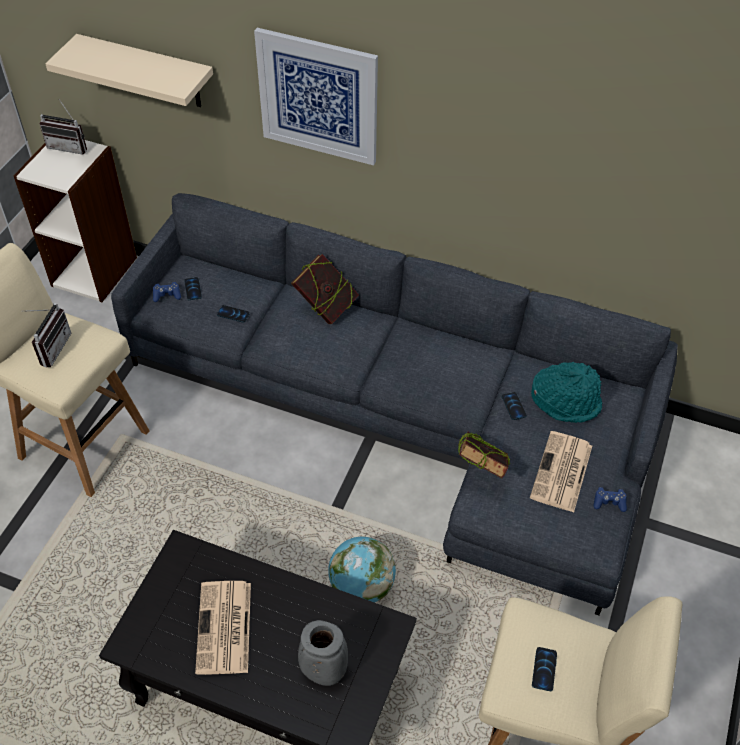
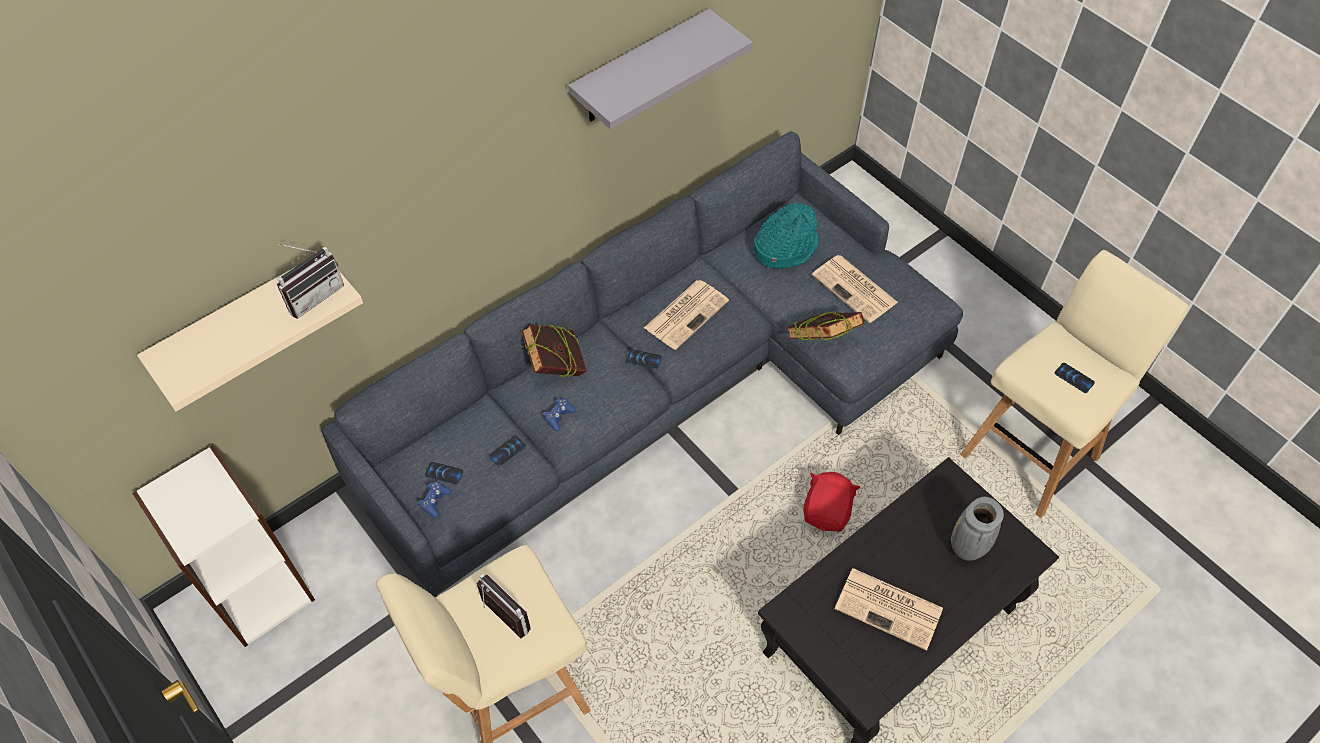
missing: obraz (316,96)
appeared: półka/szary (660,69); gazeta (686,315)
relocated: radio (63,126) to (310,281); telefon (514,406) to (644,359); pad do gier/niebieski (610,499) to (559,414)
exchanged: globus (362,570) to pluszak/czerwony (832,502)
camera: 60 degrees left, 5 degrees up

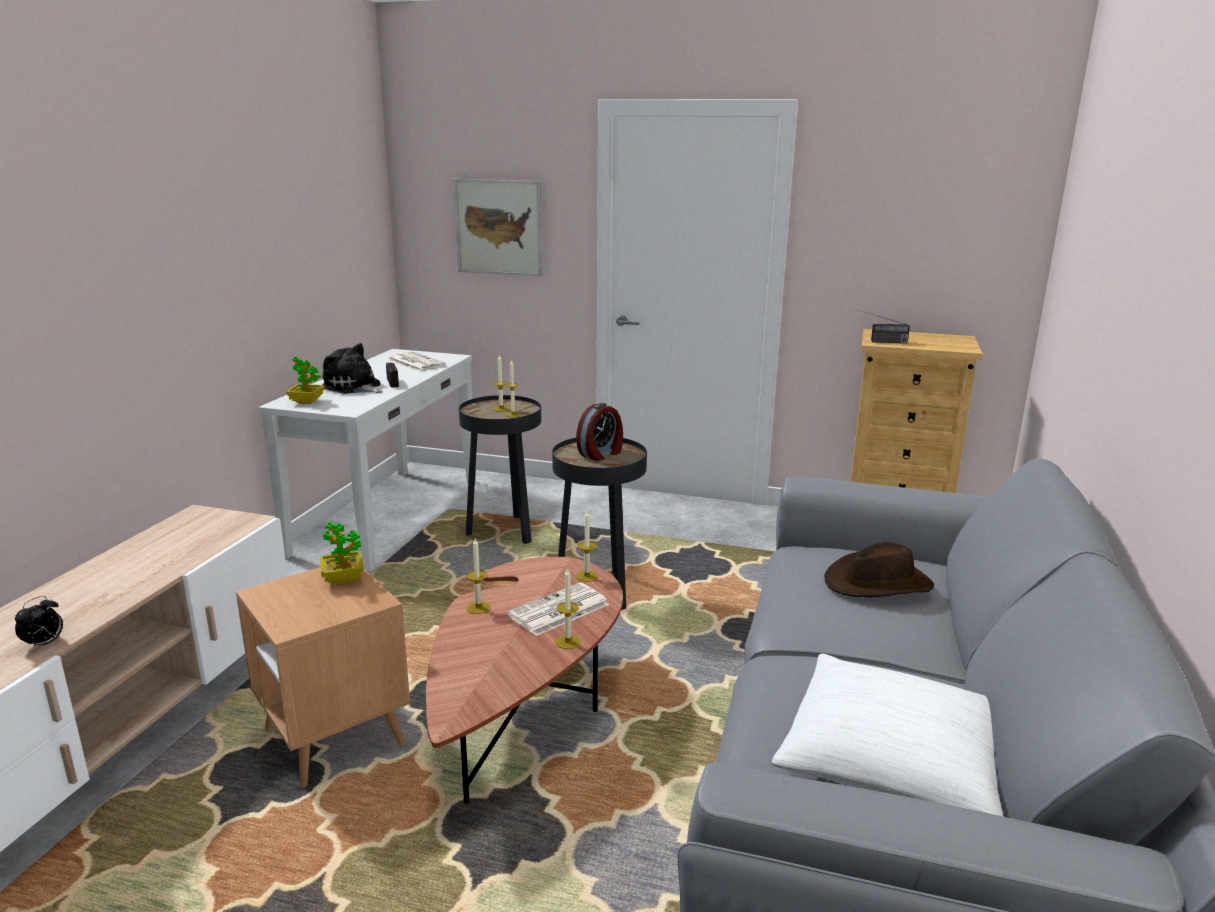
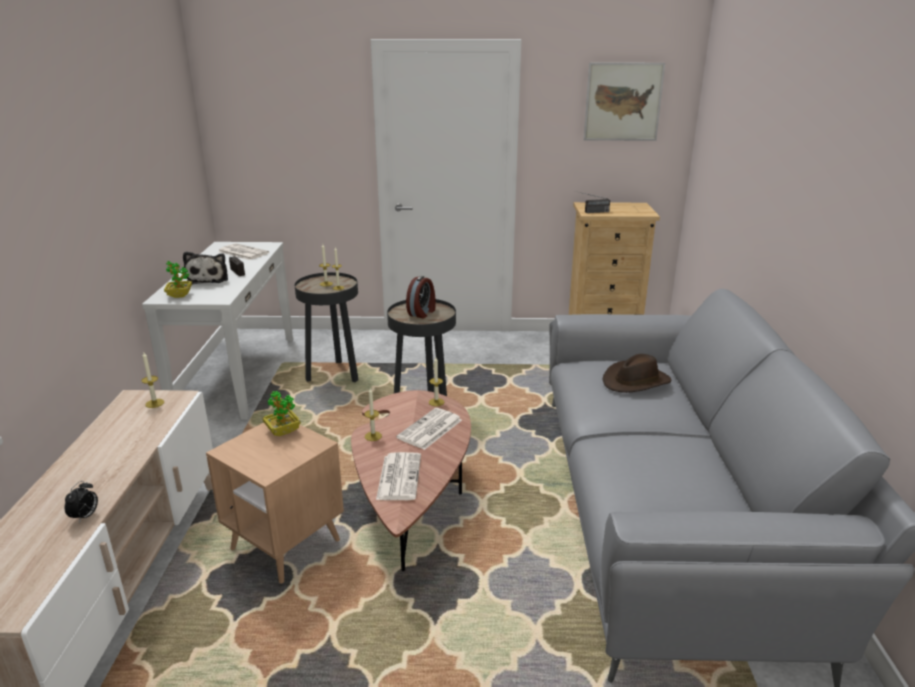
missing: poduszka/biały (887,735)
appeared: gazeta (398,476)
relocated: obraz (498,227) to (624,101); świeca (568,608) to (152,380)
spun: pluszak (352,368) = (205,267) 120 degrees counterclockwise
camera: 15 degrees left, 5 degrees up

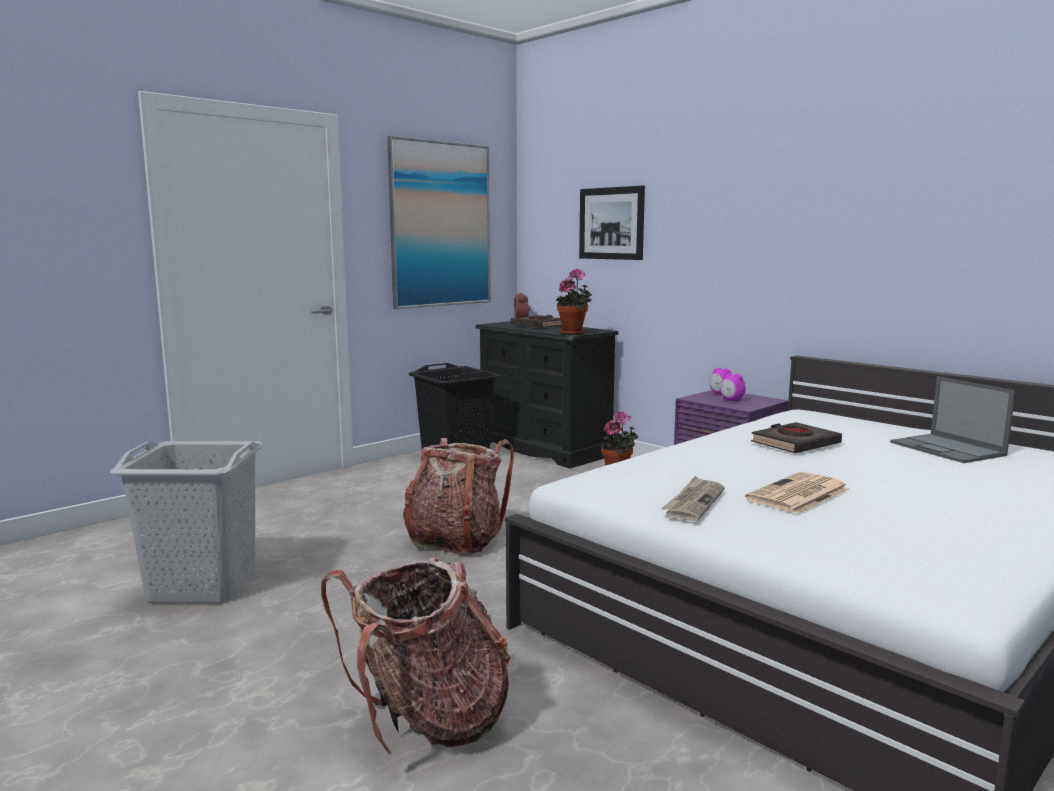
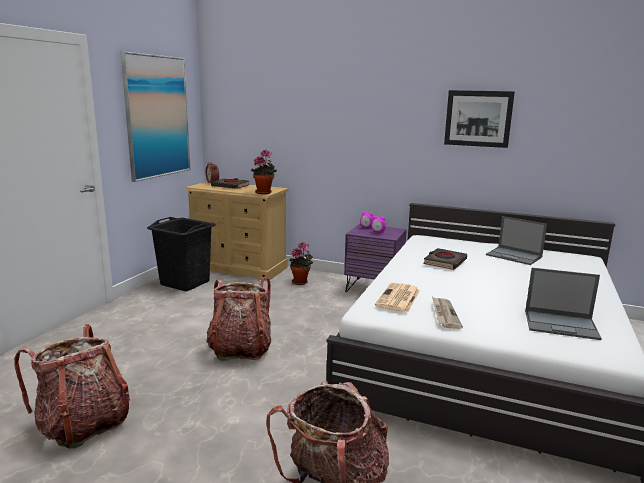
appeared: laptop (563,304)
relocated: obraz (612,222) to (479,119); gazeta (797,493) to (397,297)
exchanged: kosz na pranie/szary (187,521) to plecak (72,386)
colour: komoda/czarny (547,394) to komoda/beżowy (236,231)
camera: 25 degrees left, 5 degrees up

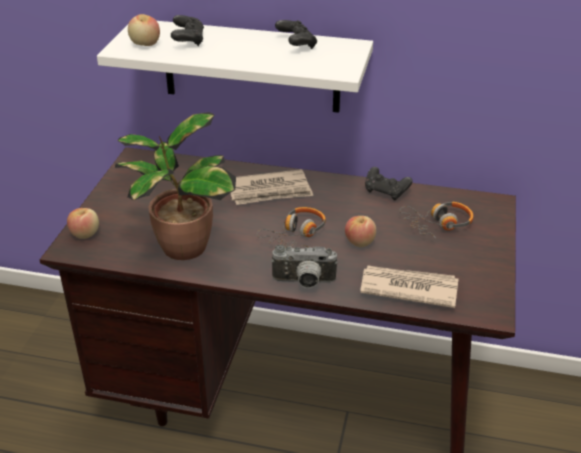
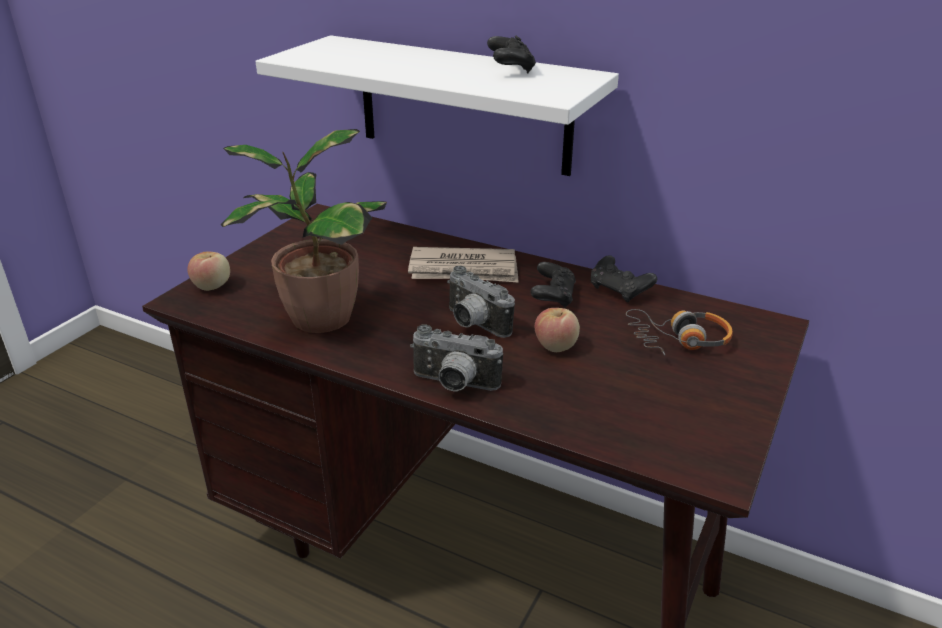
missing: jabłko (144,30); gazeta (409,286)
relocated: pad do gier/czarny (187,30) to (553,285)
exchanged: słuchawki (291,227) to aparat fotograficzny (481,301)
camera: 15 degrees right, 5 degrees down

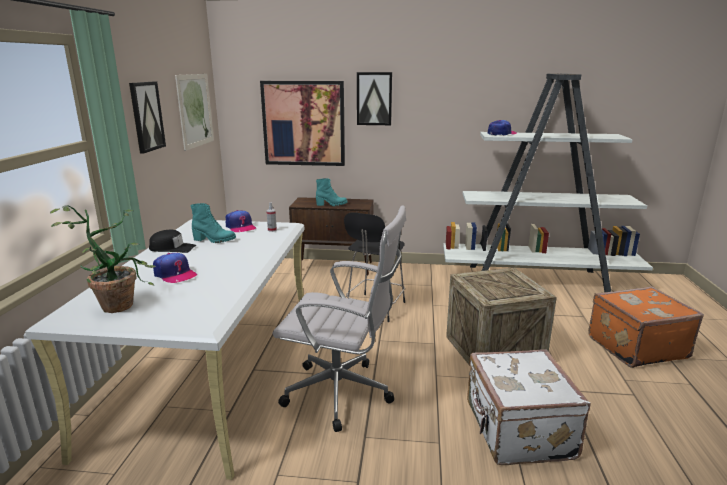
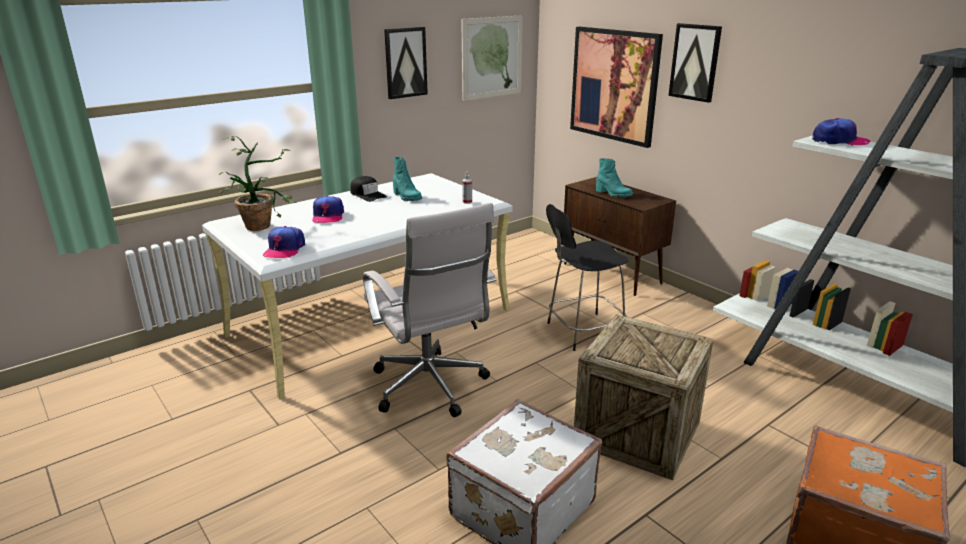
relocated: czapka z daszkiem (241,221) to (284,242)
camera: 45 degrees right, 5 degrees up

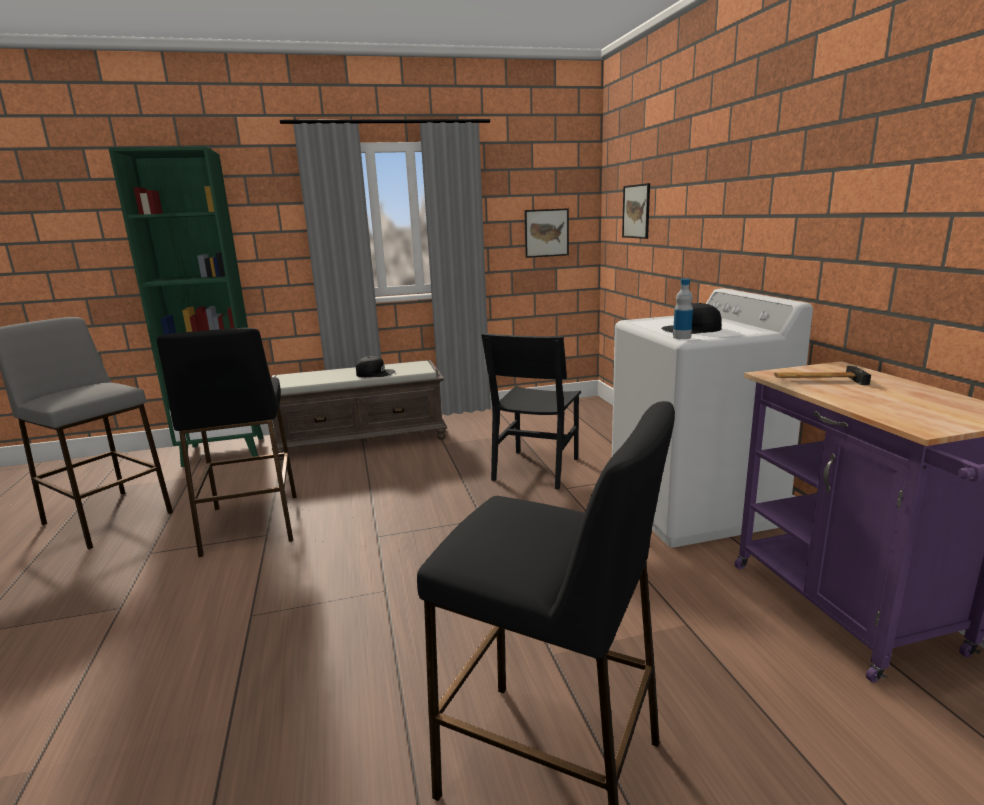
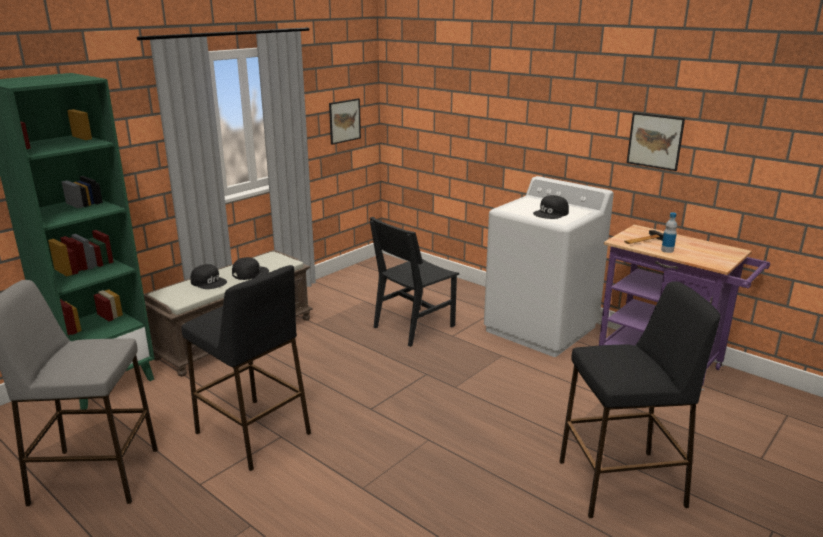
appeared: czapka z daszkiem/czarny (208,276)
relocated: obraz (636,211) to (656,141); butelka (683,309) to (669,232)
spun: krzesło/czarny (531,411) = (414,282) 60 degrees clockwise
camera: 35 degrees left, 5 degrees up

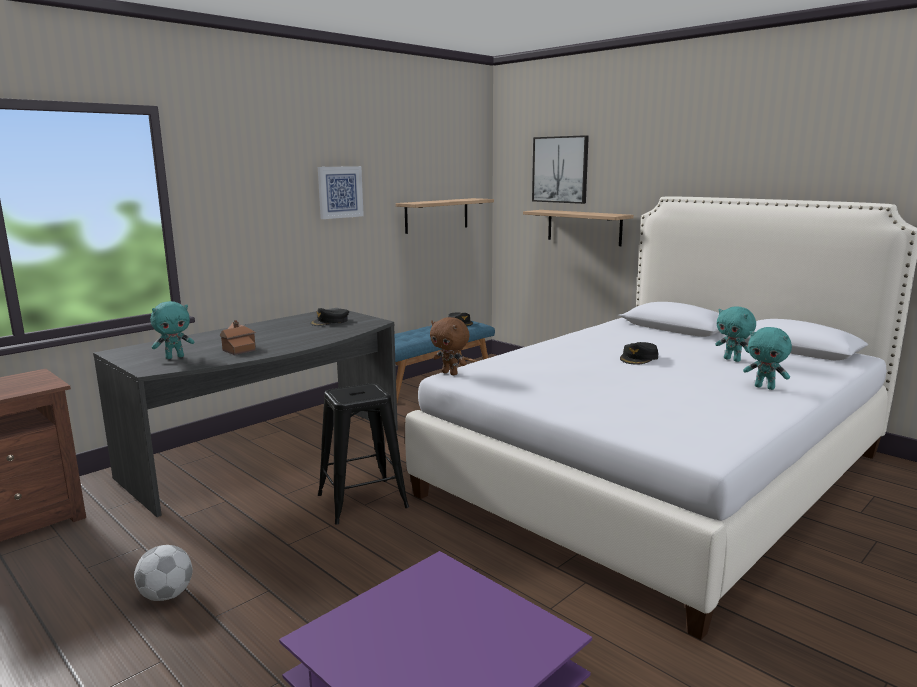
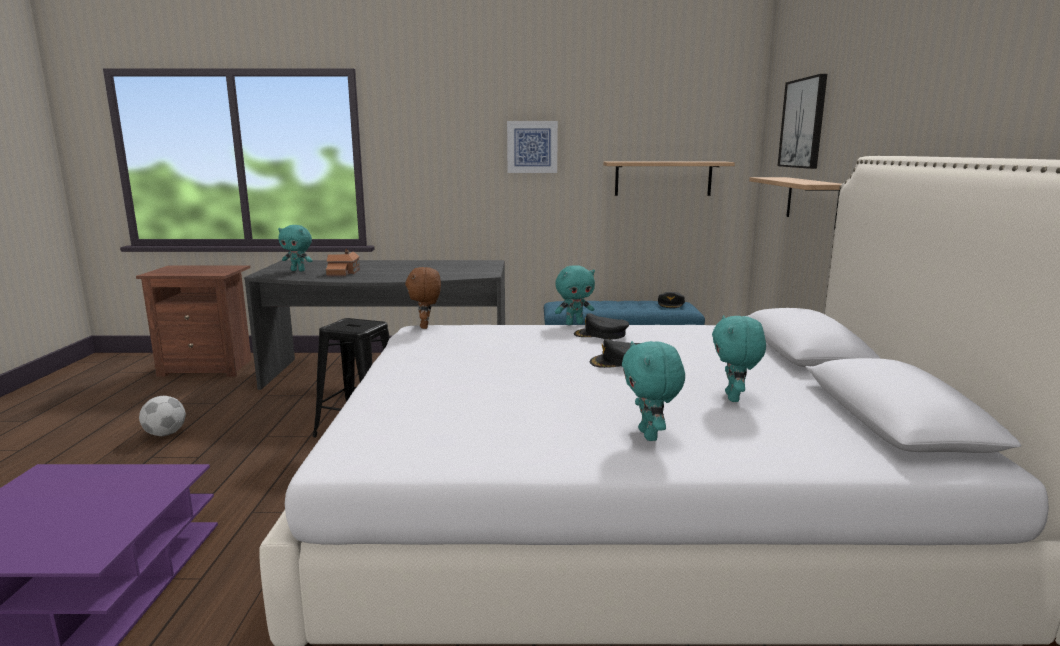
appeared: pluszak/turkusowy (575,295)
relocated: czapka z daszkiem/czarny (329,317) to (601,327)
camera: 45 degrees right, 0 degrees up

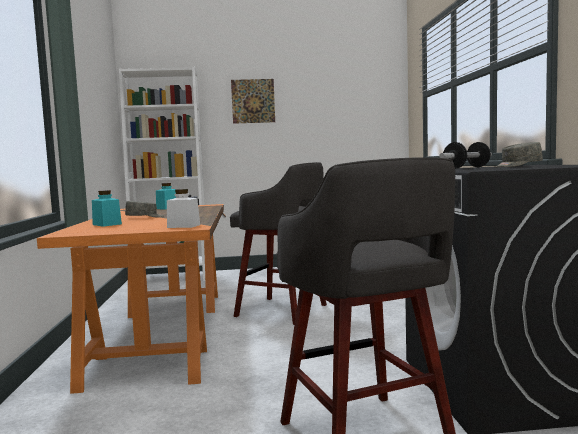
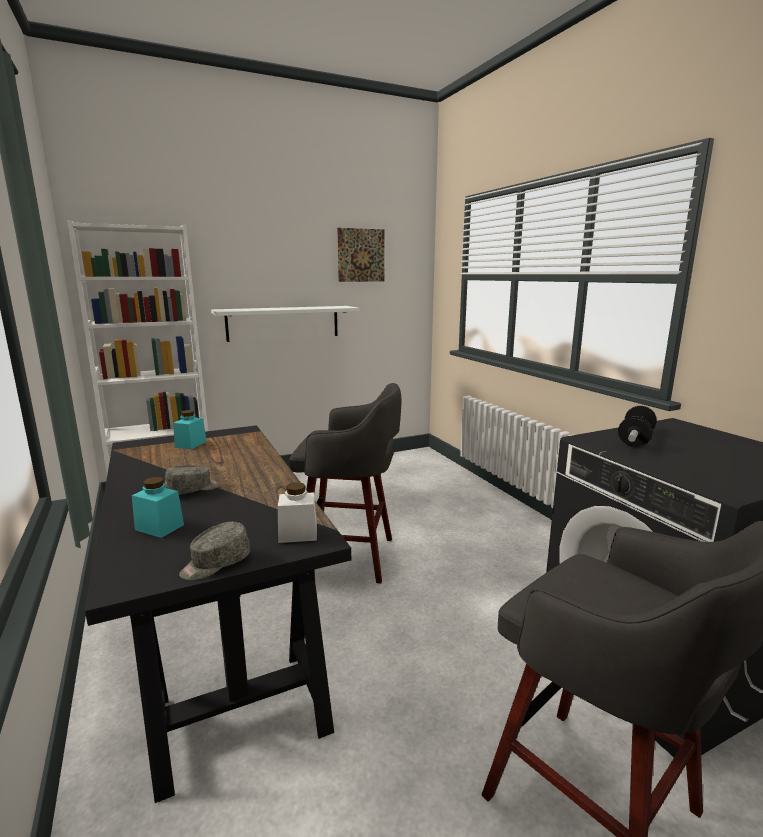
appeared: półka/biały (285,324)
relocated: obraz (253,101) to (361,255); czapka z daszkiem/szary (519,154) to (214,551)
colour: biurko/pomarańczowy (131,299) to biurko/czarny (218,614)
camera: 20 degrees left, 10 degrees up

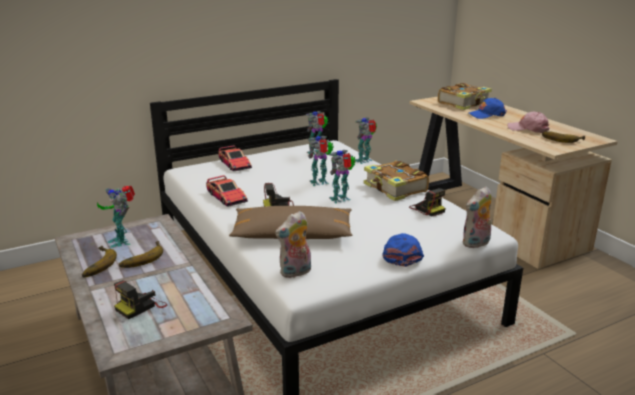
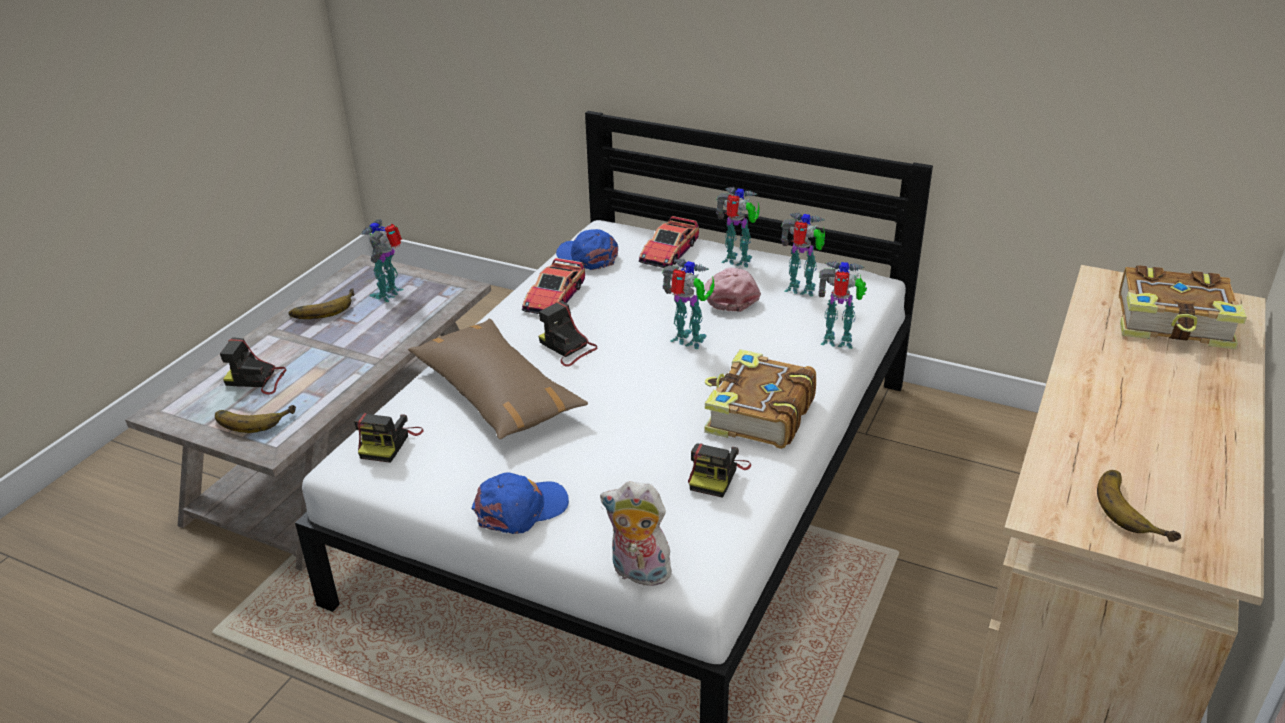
relocated: czapka z daszkiem/niebieski (488,108) to (587,249); czapka z daszkiem/różowy (528,122) to (732,289); robot zabawkowy (342,177) to (738,227); banan (141,254) to (255,419)
exchanged: pluszak (293,244) to aparat fotograficzny (389,438)
camera: 55 degrees right, 10 degrees up

